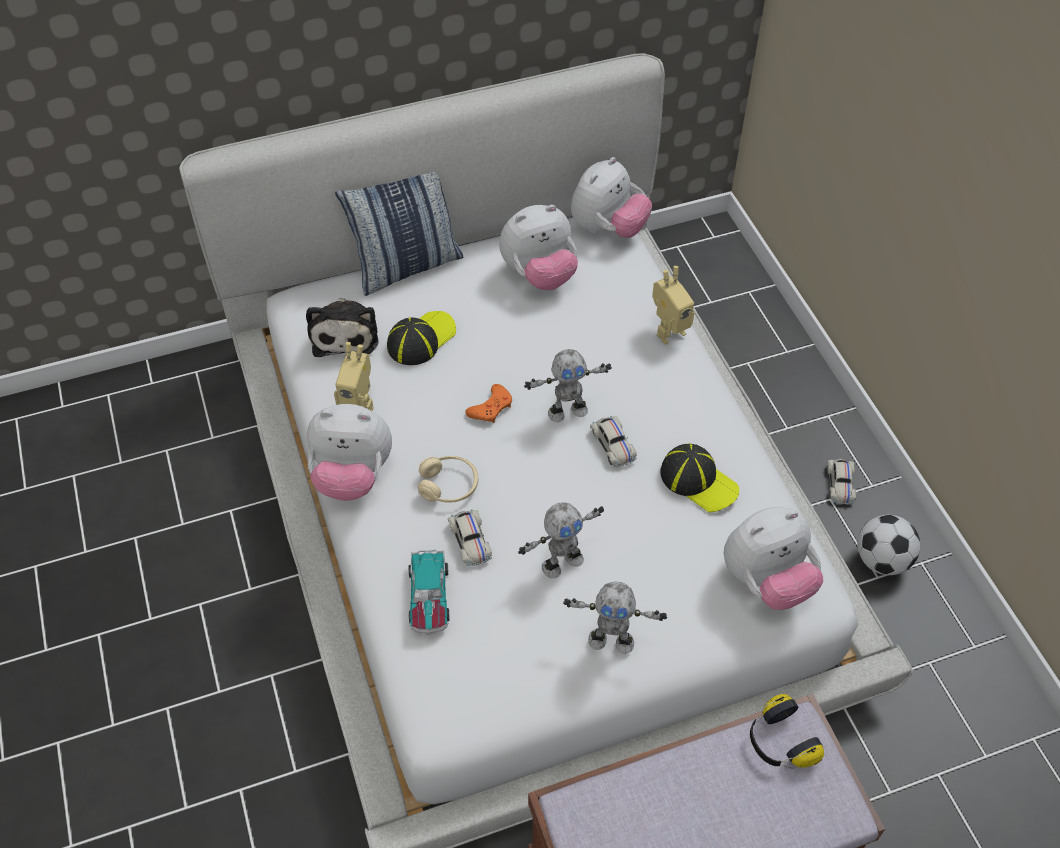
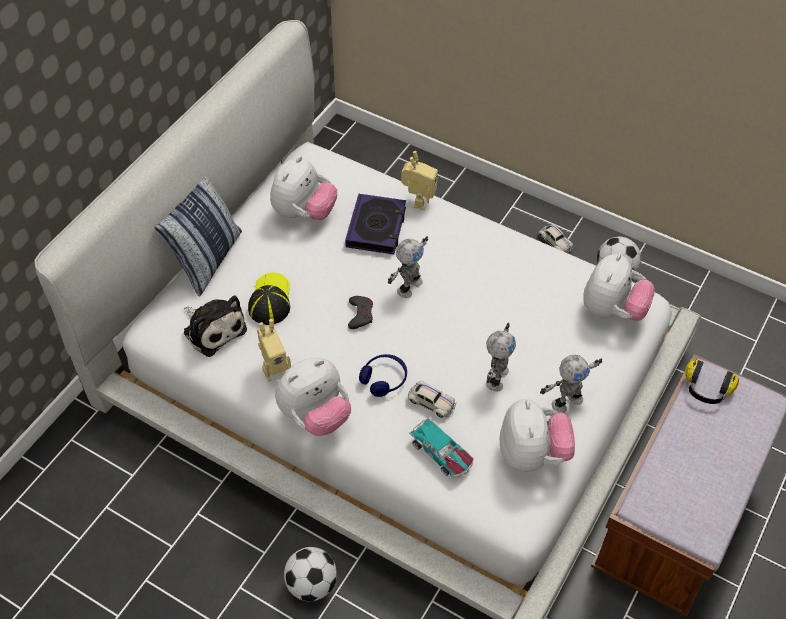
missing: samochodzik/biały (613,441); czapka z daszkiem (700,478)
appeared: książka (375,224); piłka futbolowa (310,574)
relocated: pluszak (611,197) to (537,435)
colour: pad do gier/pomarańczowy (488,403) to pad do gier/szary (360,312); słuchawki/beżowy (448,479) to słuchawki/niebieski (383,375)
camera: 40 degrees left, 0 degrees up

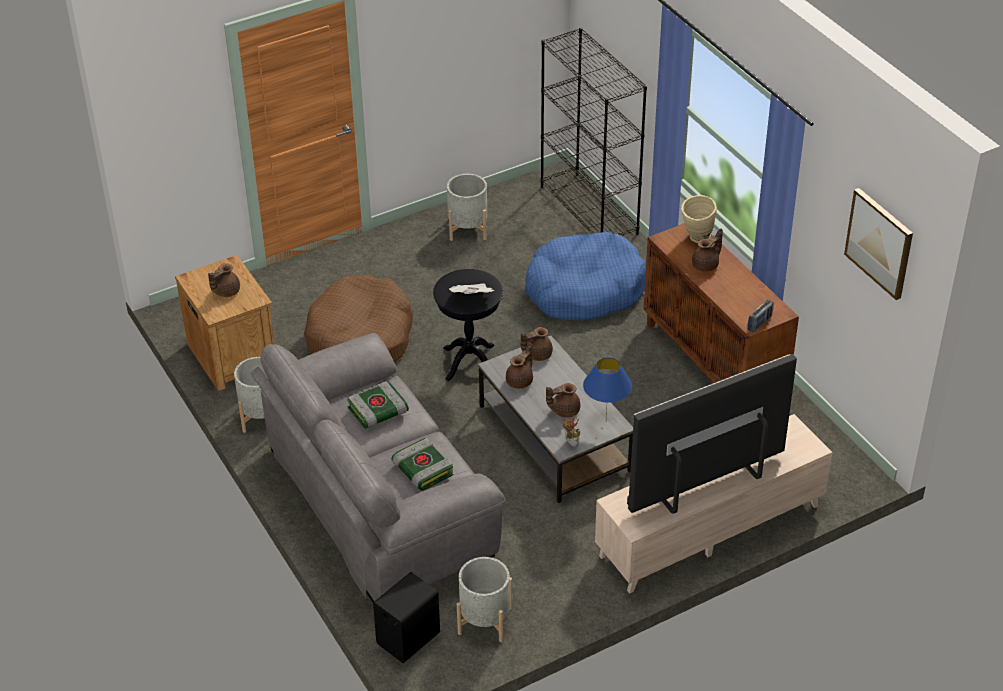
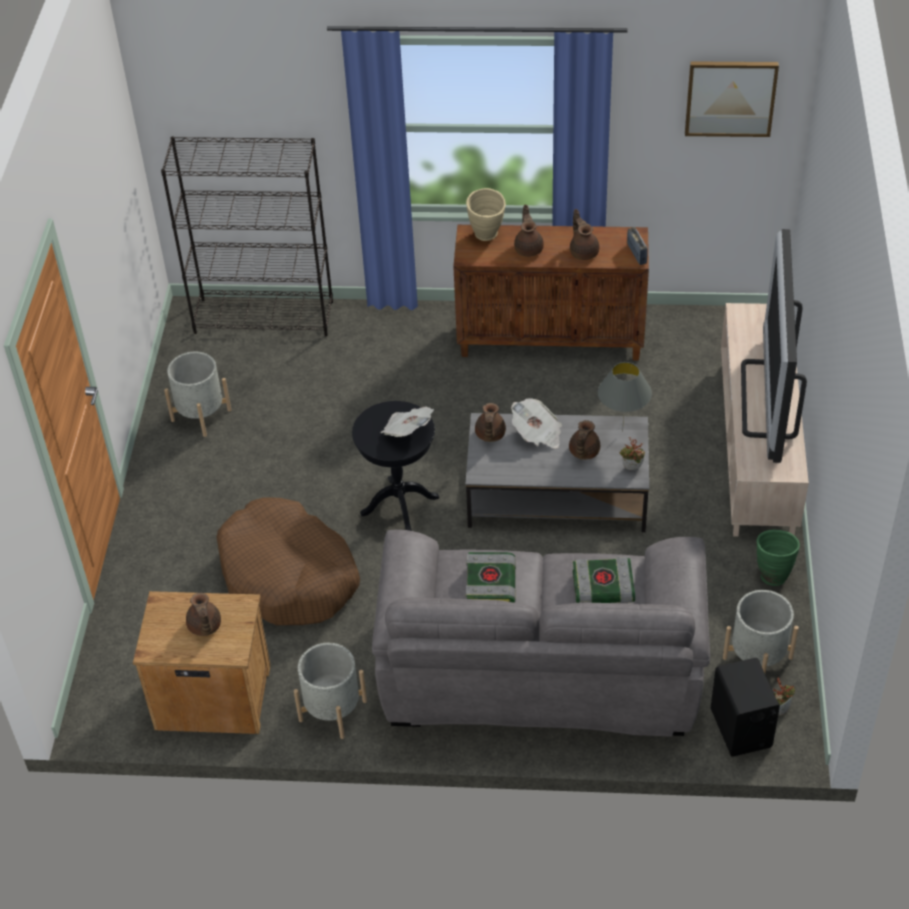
missing: legowisko/niebieski (585,276)
appeared: gazeta (536,423); wazon/zielony (778,558); roślina doniczkowa (784,696)
relocated: imbryk/brązowy (519,366) to (584,234)
colour: lampa stołowa/niebieski (607,388) to lampa stołowa/szary (625,397)
camera: 55 degrees left, 5 degrees up

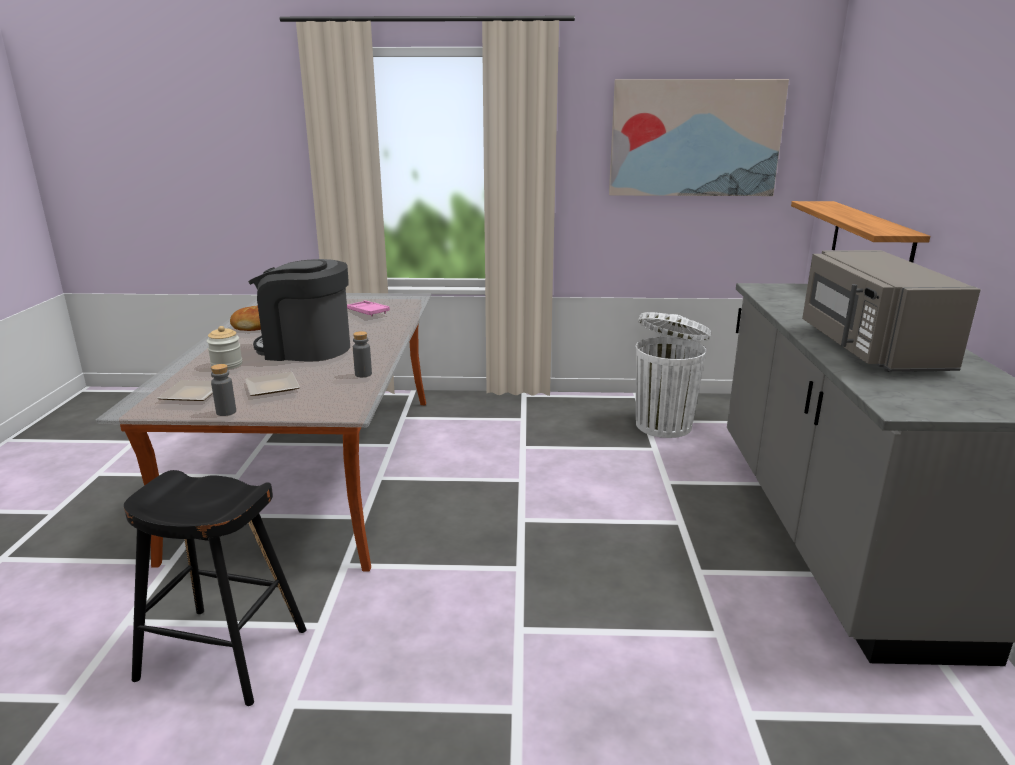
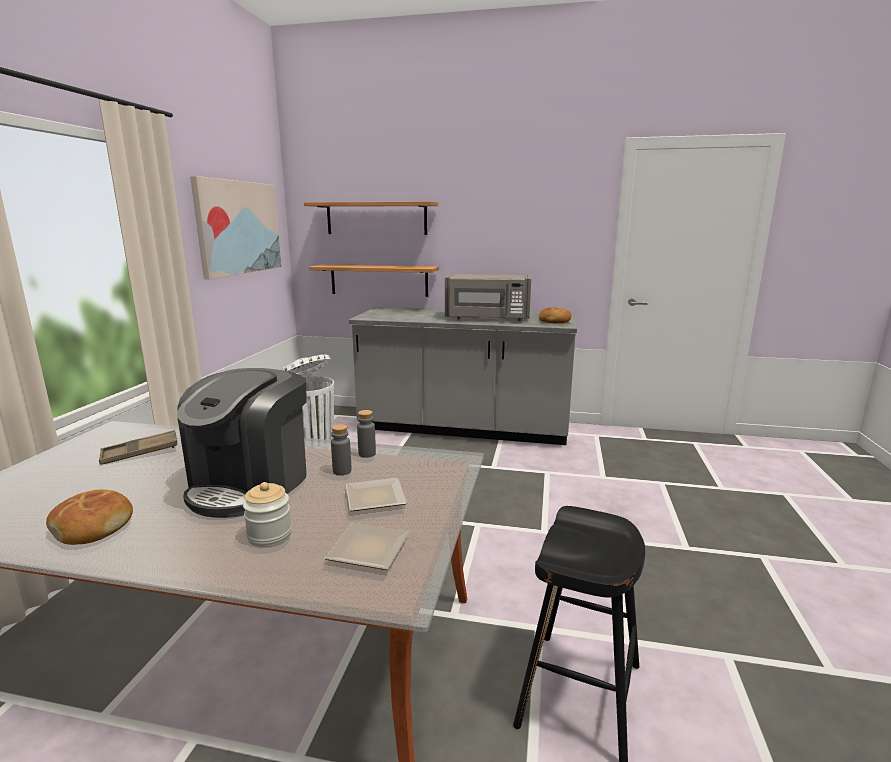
appeared: półka (371,218); chleb (555,315)
relocated: butelka/szary (223,390) to (341,449)
colour: taca/różowy (368,308) to taca/brązowy (138,447)
camera: 80 degrees left, 5 degrees down

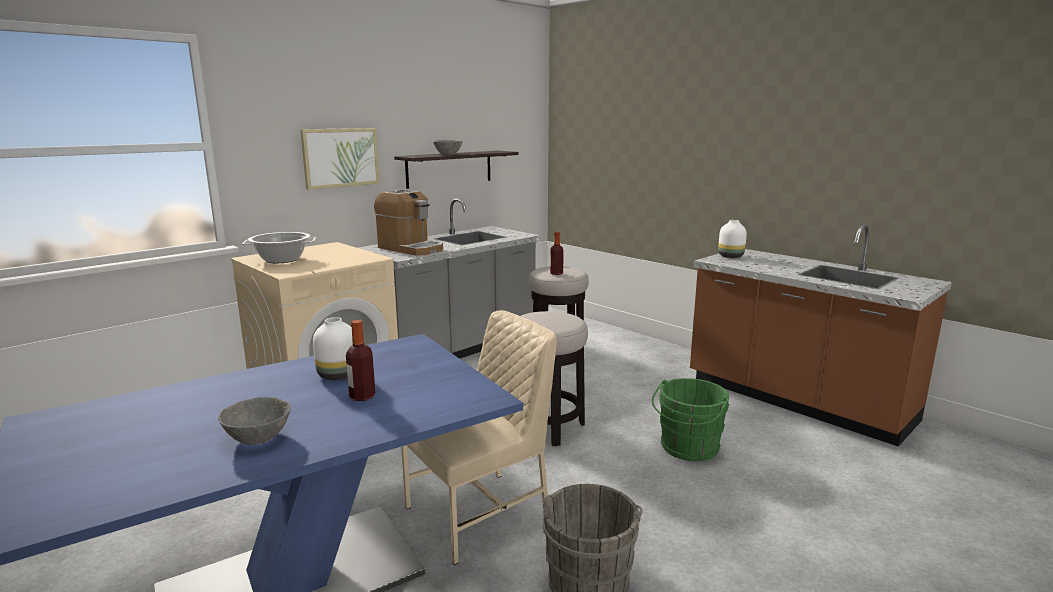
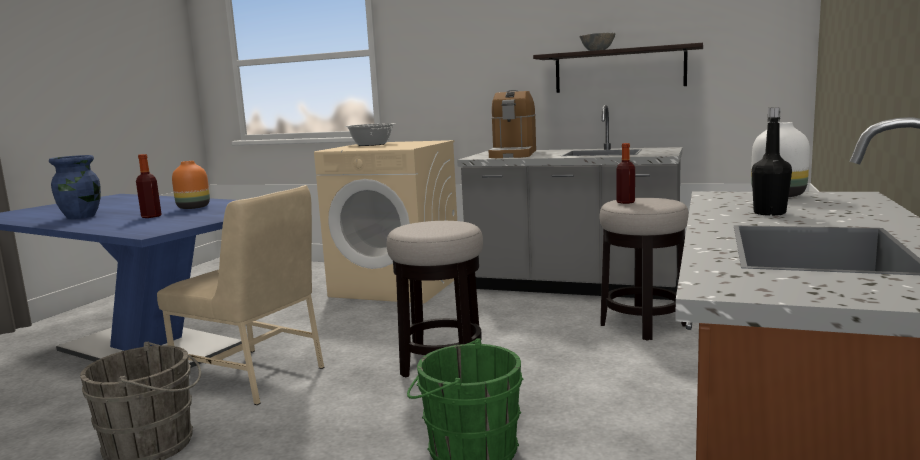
missing: obraz (339,159)
appeared: butelka/czarny (772,161)
exchanged: miska/szary (254,421) to wazon/niebieski (75,187)
colour: wazon/biały (333,348) to wazon/pomarańczowy (191,185)
camera: 65 degrees right, 5 degrees down

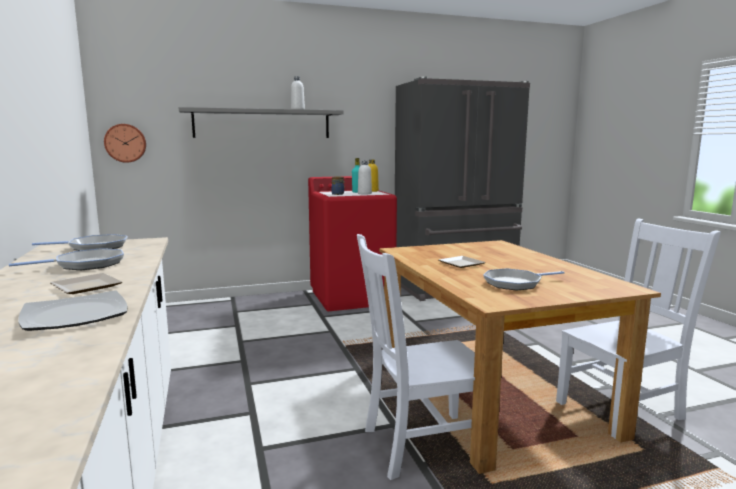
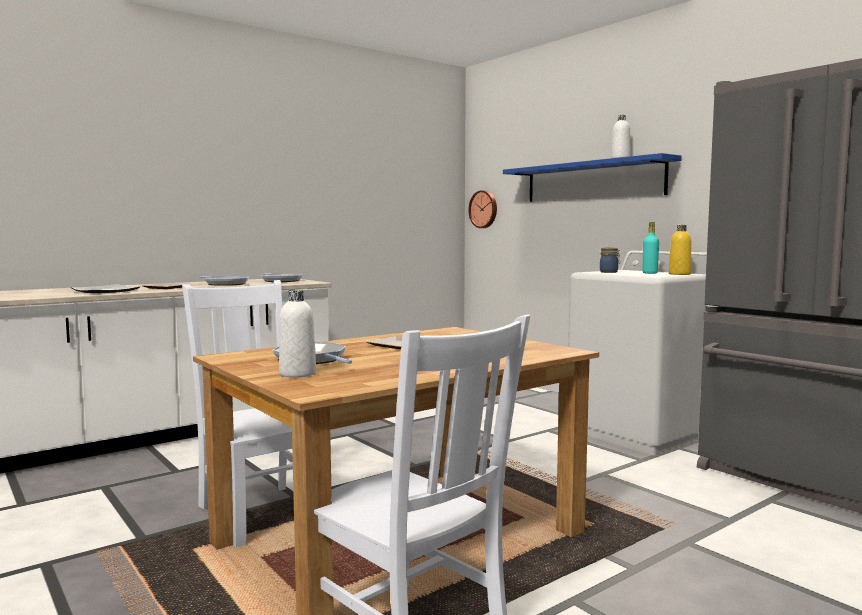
relocated: butelka/biały (365,177) to (297,333)
colour: półka/szary (261,122) to półka/niebieski (592,177); pralka/czerwony (352,243) to pralka/biały (638,353)
camera: 70 degrees right, 5 degrees down

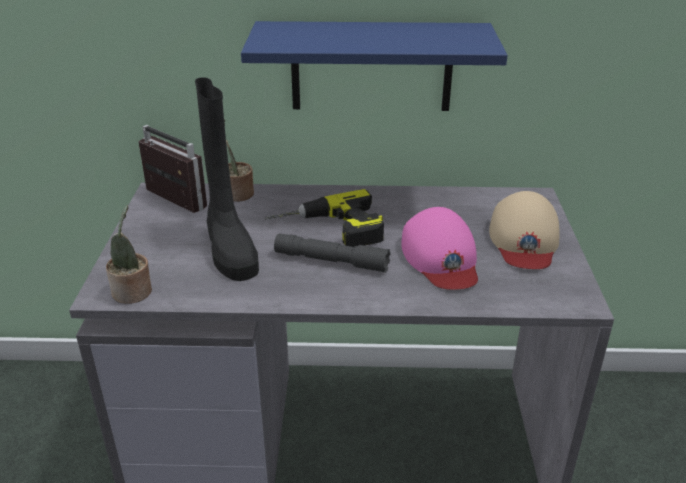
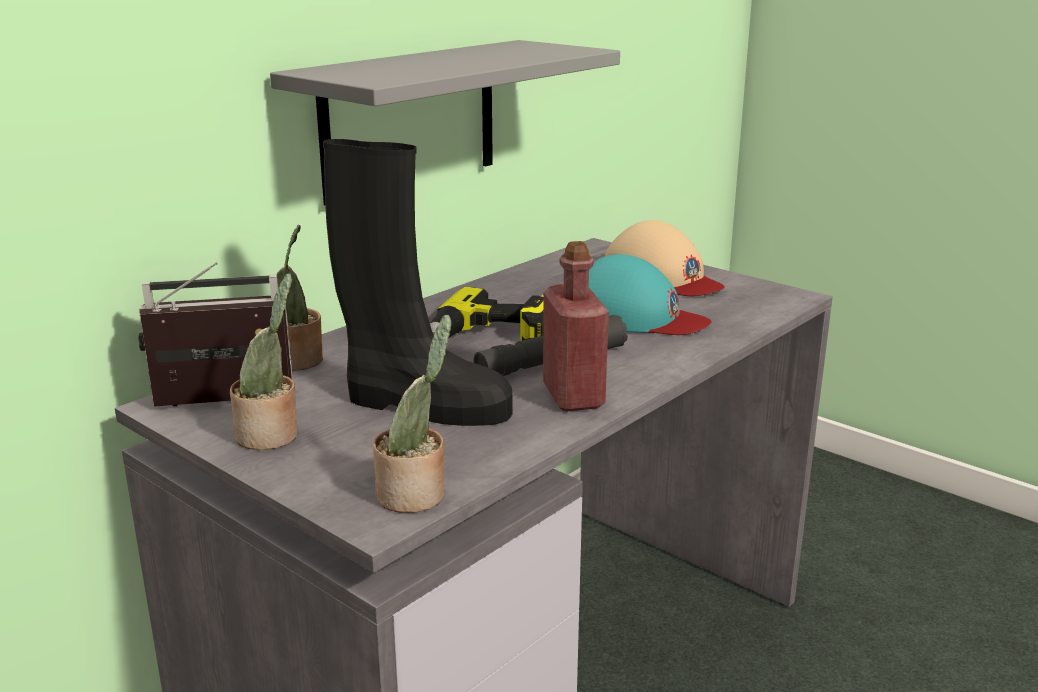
appeared: butelka/czerwony (576,326); roślina doniczkowa (264,361)
colour: półka/niebieski (374,66) to półka/szary (445,122); czapka z daszkiem/różowy (439,248) to czapka z daszkiem/turkusowy (650,294)
camera: 50 degrees left, 10 degrees down

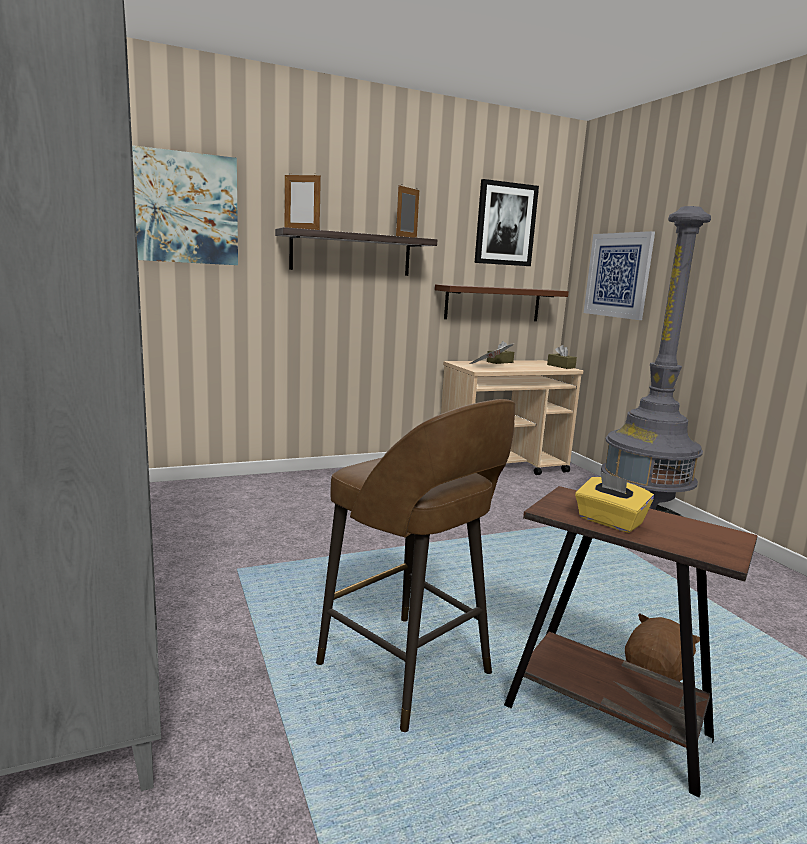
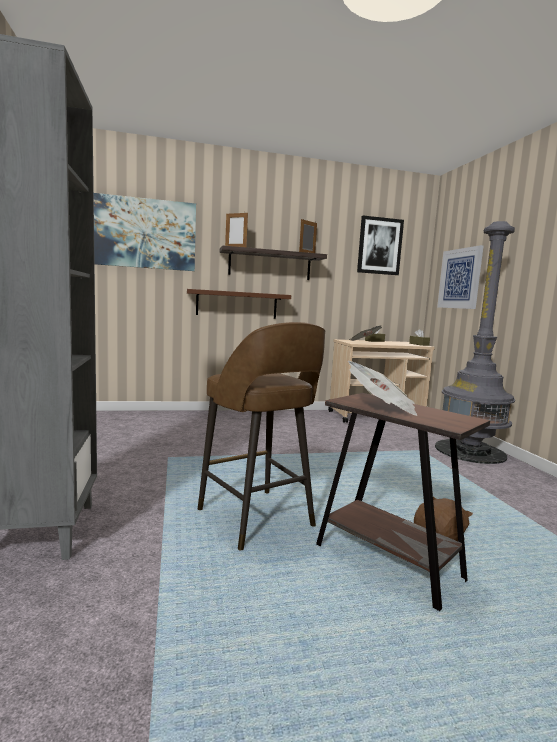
relocated: półka/brązowy (502,302) to (239,304)
exchanged: pudełko chusteczek/żółty (614,502) to gazeta (382,388)
camera: 10 degrees right, 5 degrees down

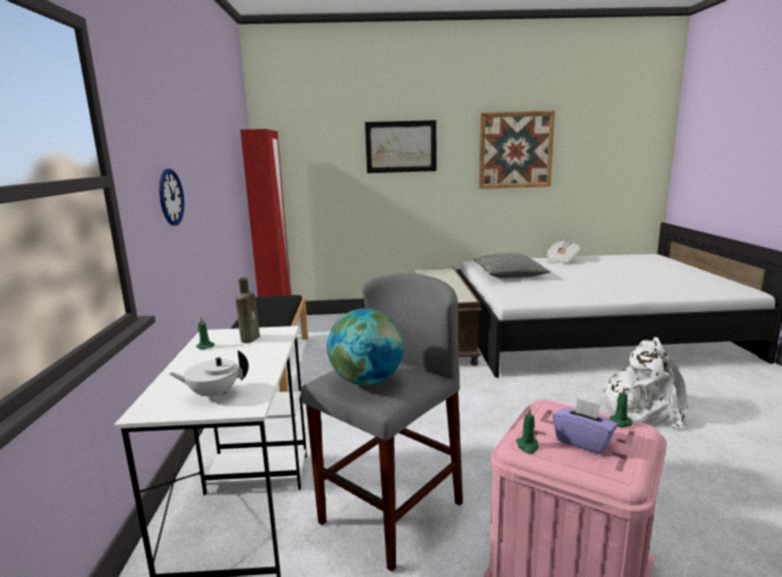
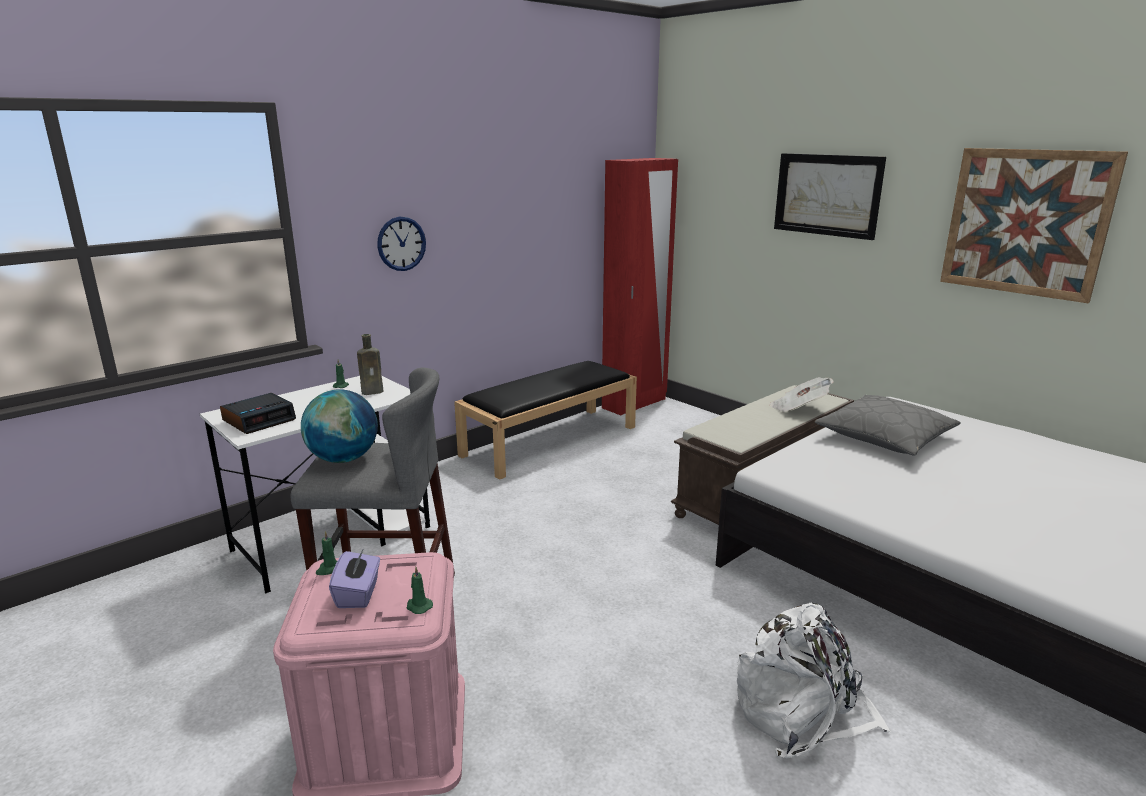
relocated: gazeta (563,252) to (801,395)
exchanged: imbryk/biały (209,375) to budzik (258,413)
camera: 50 degrees right, 5 degrees up

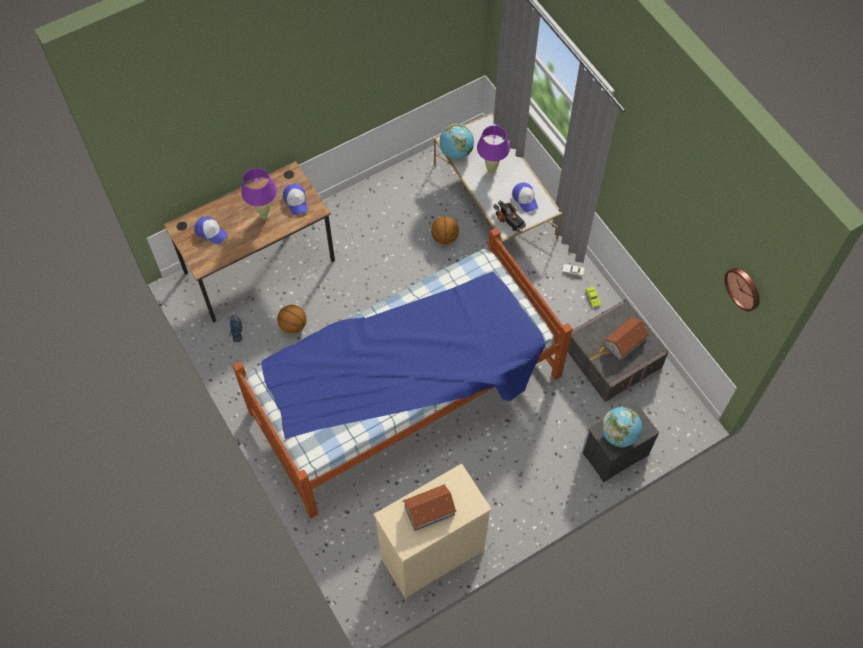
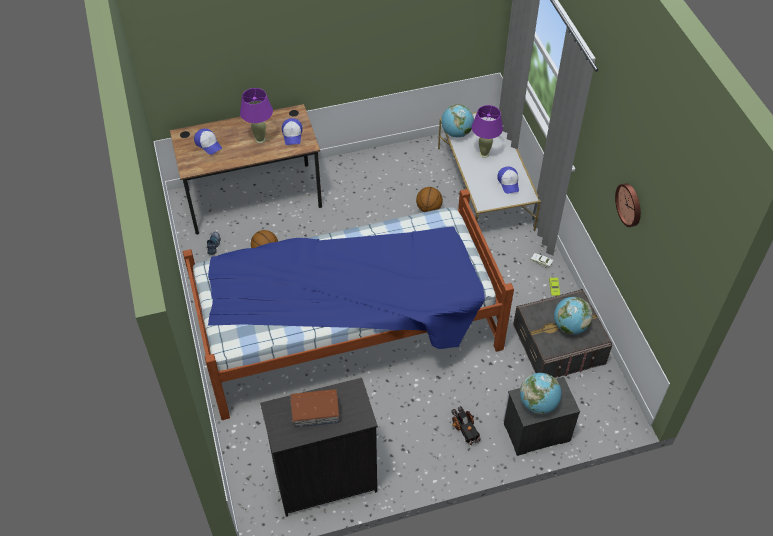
relocated: ciężarówka zabawkowa (509,216) to (466,425); zegar ścienny (742,290) to (628,205)
exchanged: domek (626,340) to globus (573,316)
colour: komoda/beżowy (433,531) to komoda/czarny (319,447)
camera: 15 degrees right, 10 degrees down

